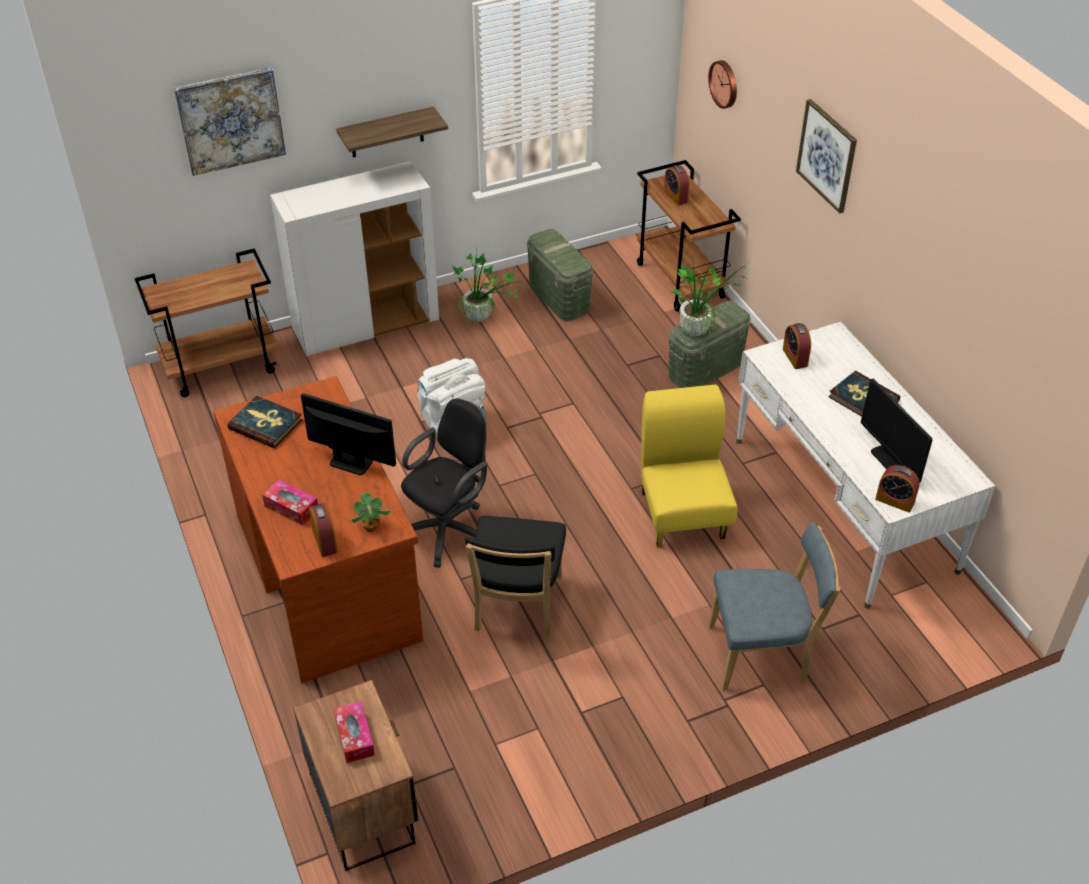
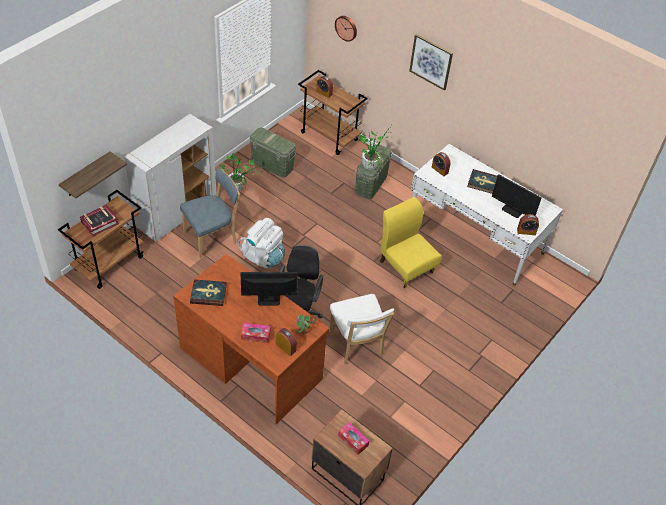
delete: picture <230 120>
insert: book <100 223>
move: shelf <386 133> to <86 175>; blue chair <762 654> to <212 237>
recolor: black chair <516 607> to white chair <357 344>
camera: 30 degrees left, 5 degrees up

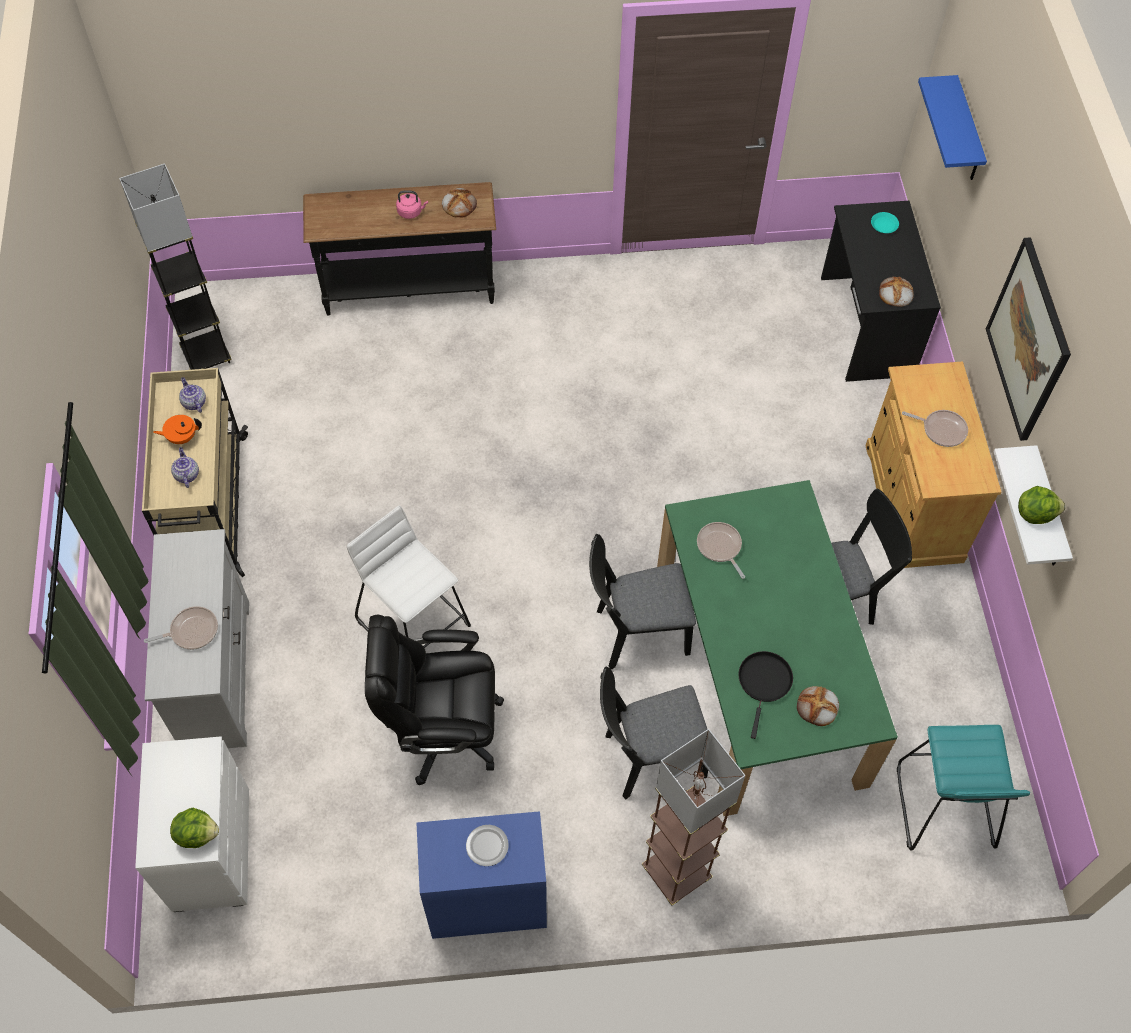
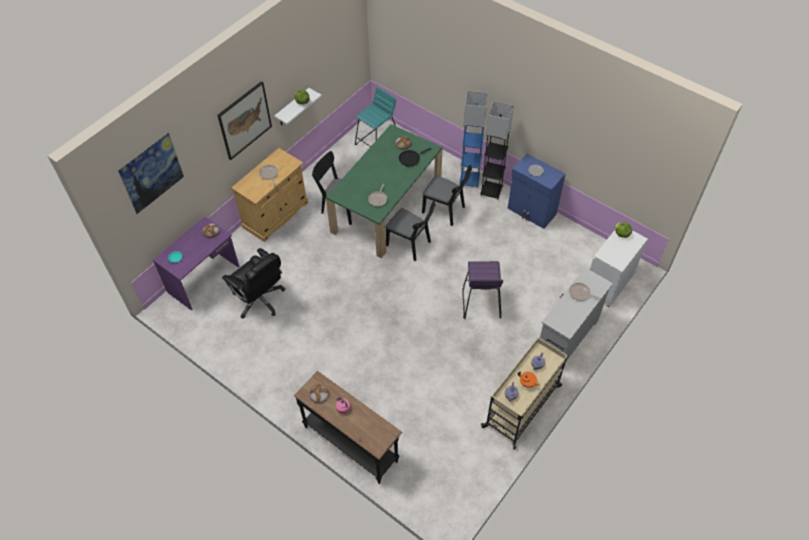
move: grey floor lamp <206 355> to <491 191>; black office chair <442 729> to <260 299>
replace: blue shelf <967 132> to picture <156 184>
recolor: white stool <414 622> to purple stool <480 303>; brown floor lamp <676 873> to blue floor lamp <469 181>; black desk <865 326> to purple desk <204 279>
camera: 135 degrees left, 5 degrees down

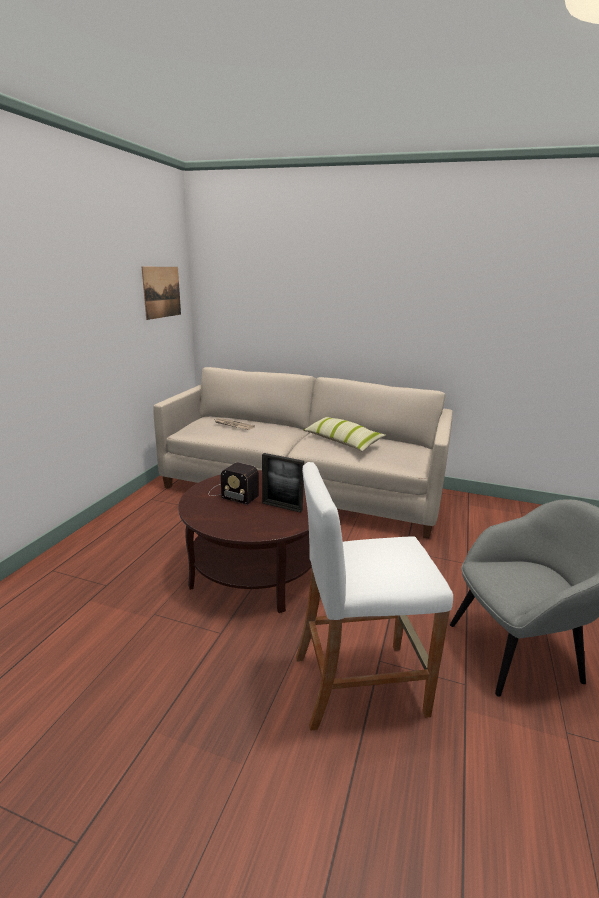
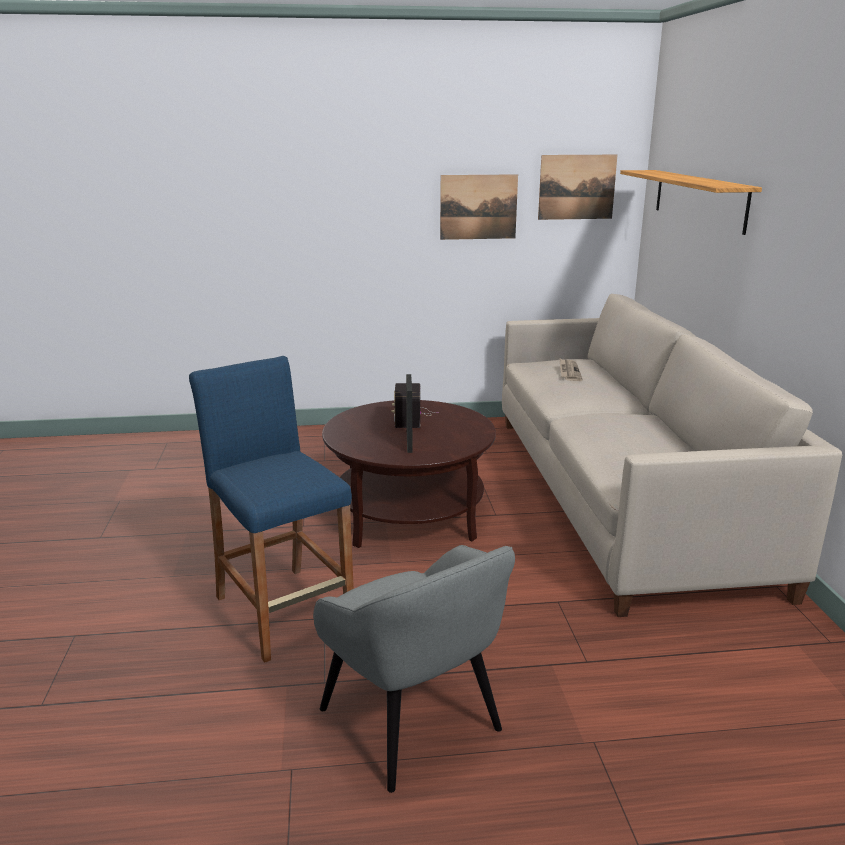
delete: pillow <342 441>
insert: picture <478 207>; shelf <699 199>
recolor: white stool <359 684> to blue stool <284 611>
camera: 65 degrees right, 0 degrees up

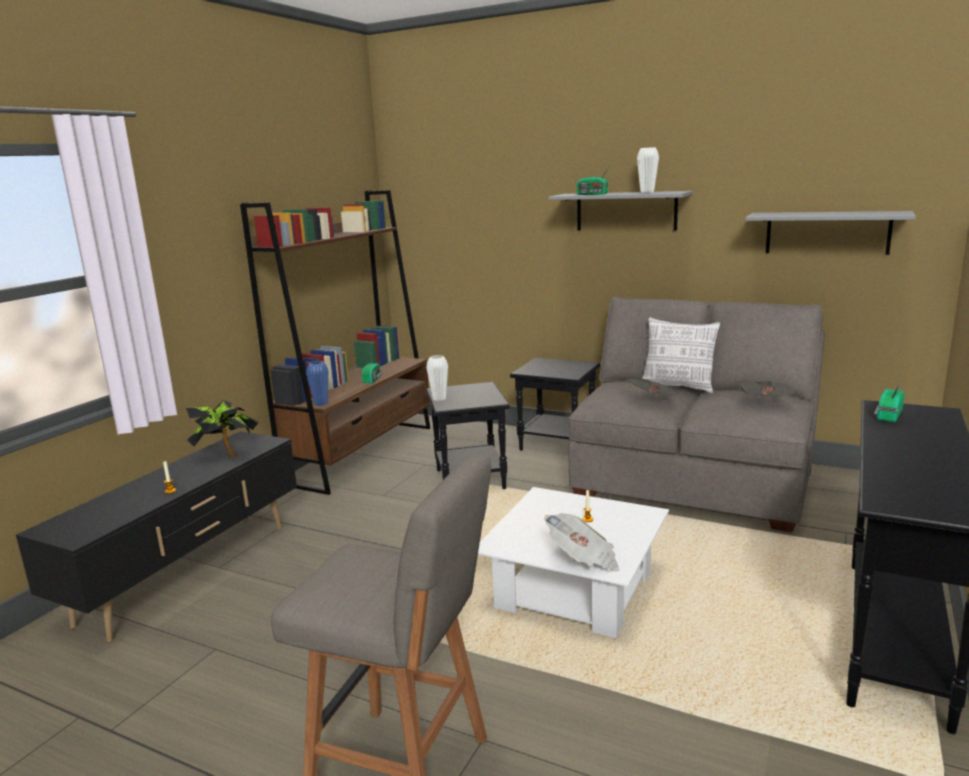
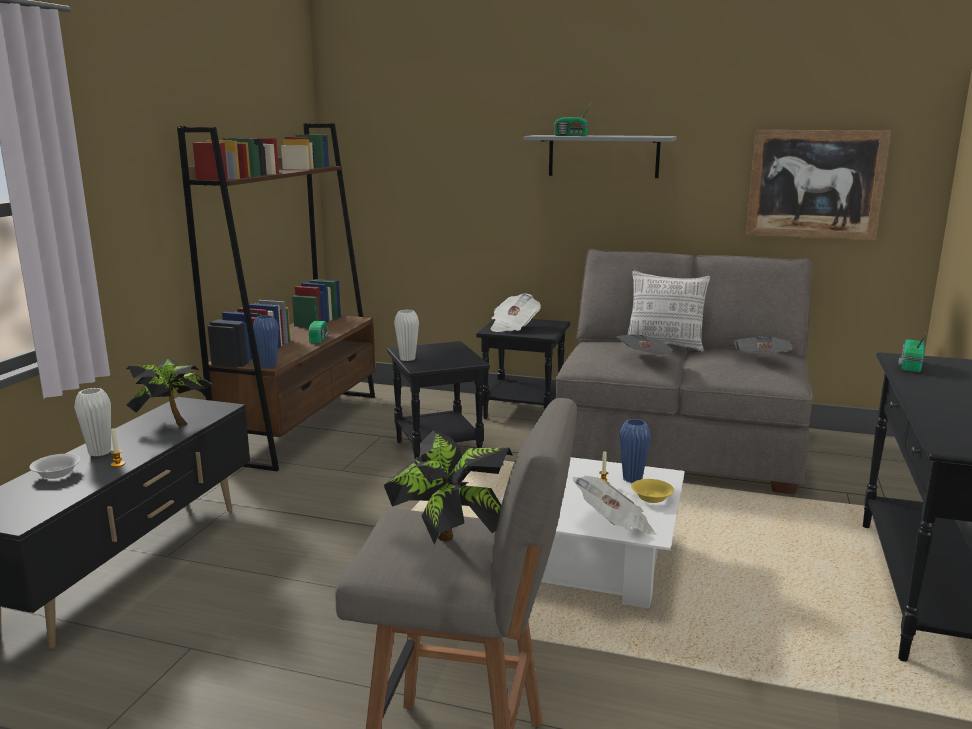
insert: white bowl <56 474>; potted plant <450 546>; newspaper <513 327>; blue vase <632 479>; yellow bowl <651 498>
move: white vase <647 192> to <99 452>
replace: grey shelf <827 232> to picture <815 184>
camera: 10 degrees left, 0 degrees up

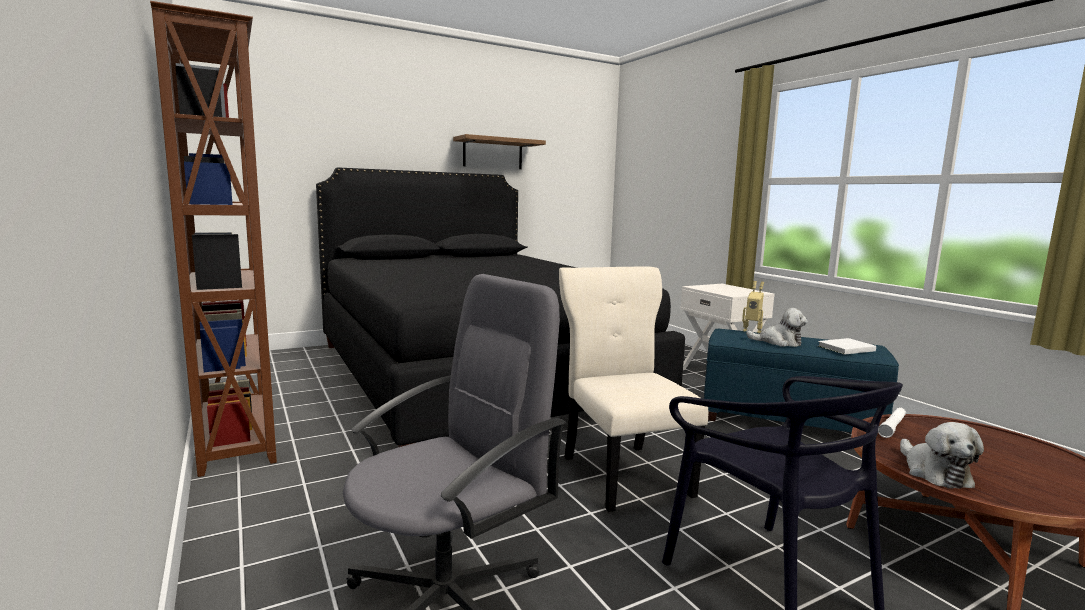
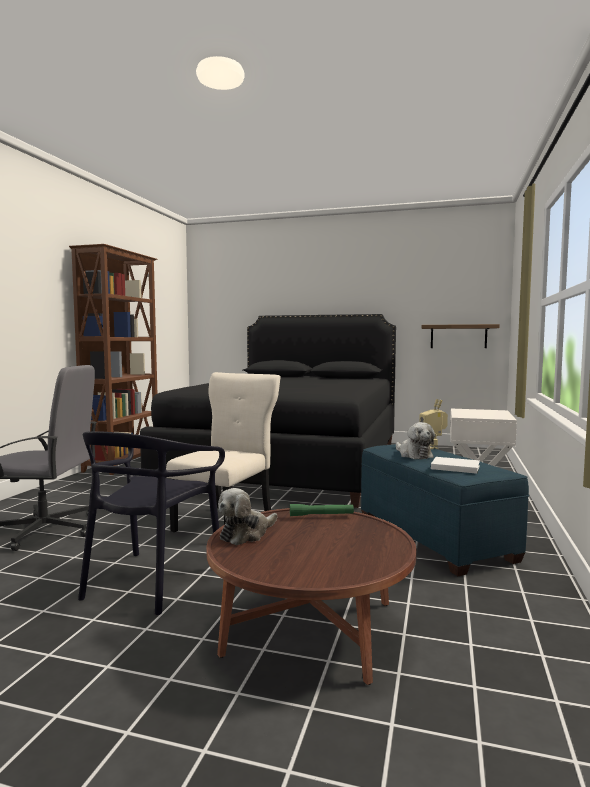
move: shelf <492 153> to <458 336>
recolor: white flashlight <892 427> to green flashlight <321 515>
camera: 45 degrees right, 5 degrees down

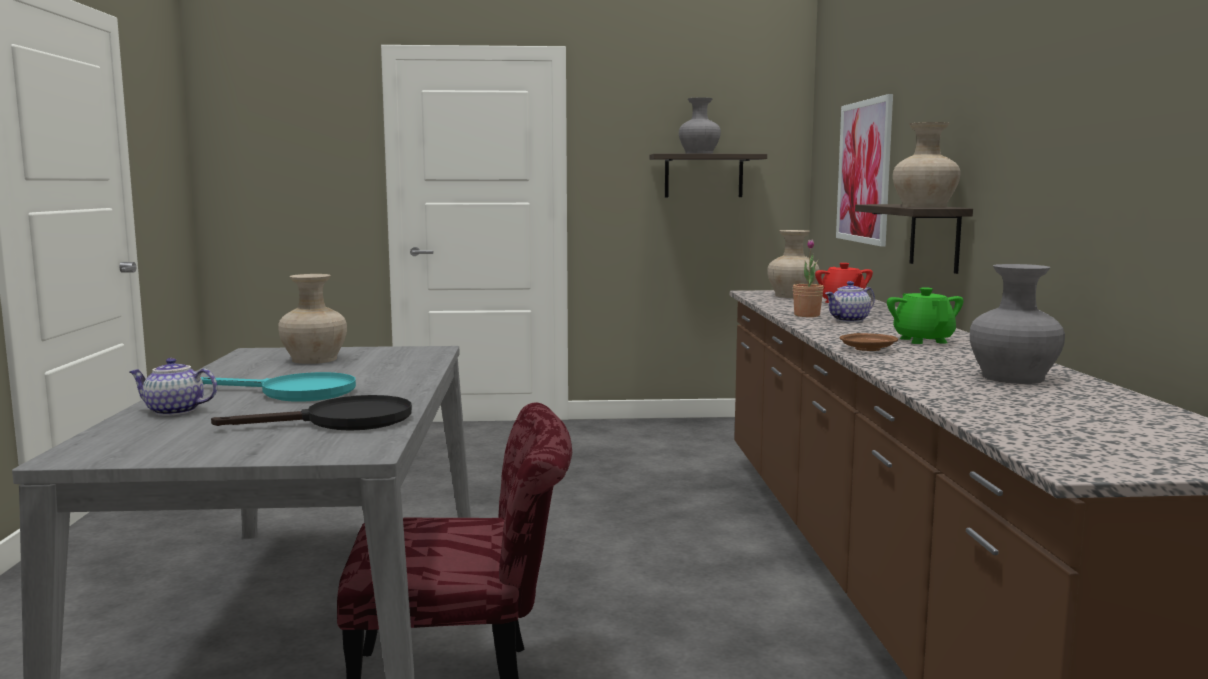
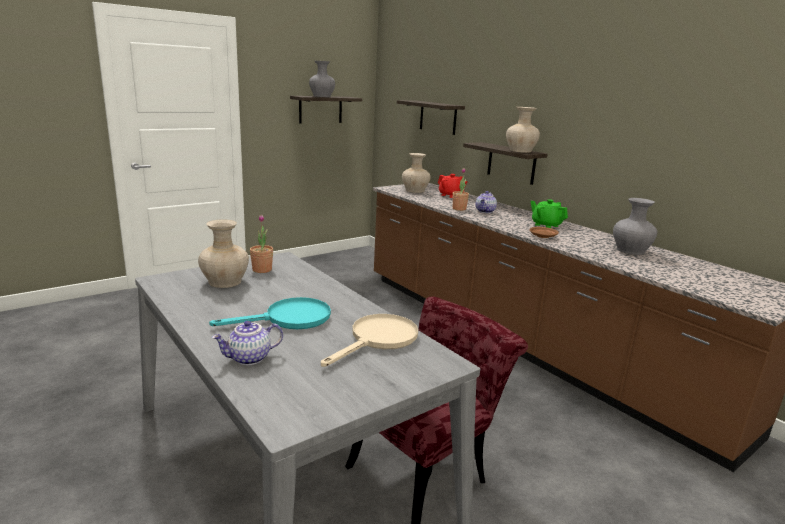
insert: potted plant <262 270>
replace: picture <864 172> to shelf <438 117>
recolor: black frying pan <343 421> to beige frying pan <378 339>
camera: 35 degrees left, 10 degrees up

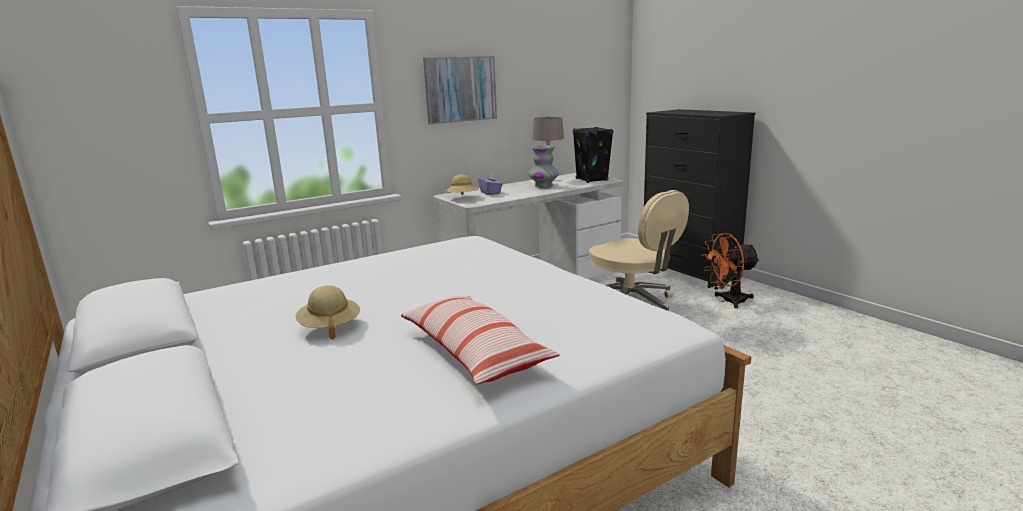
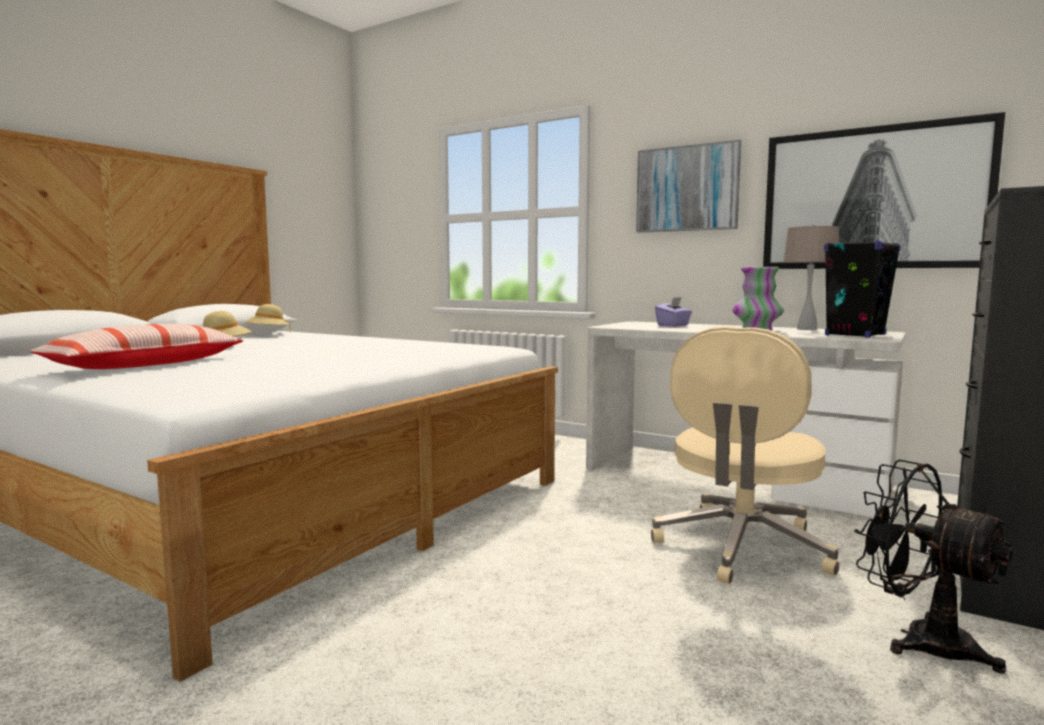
insert: picture <872 198>
move: beige hat <462 198> to <268 334>
recolor: orange fan <728 301> to black fan <920 639>
camera: 65 degrees right, 10 degrees down

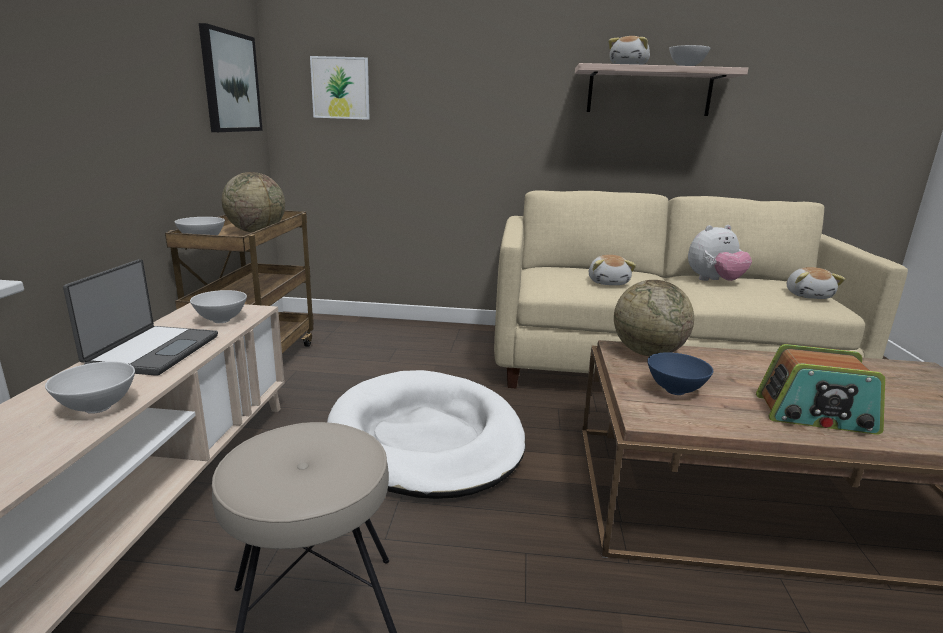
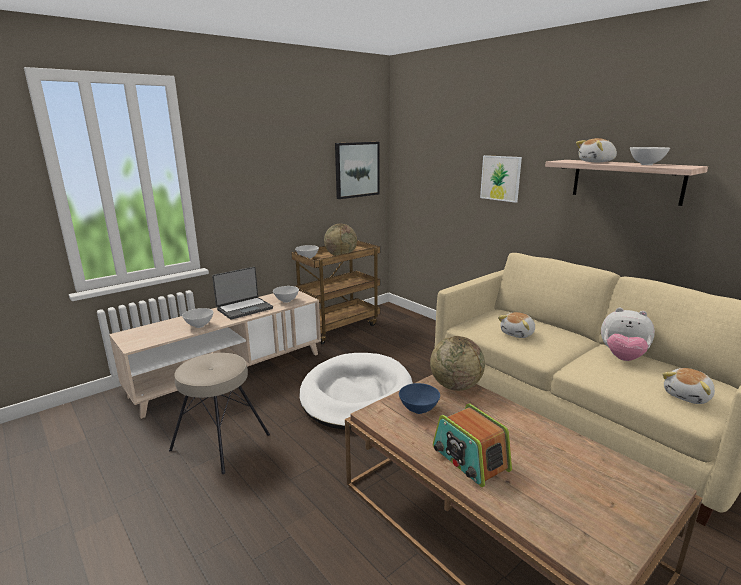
move: picture <340 88> to <500 178>
camera: 45 degrees right, 0 degrees up

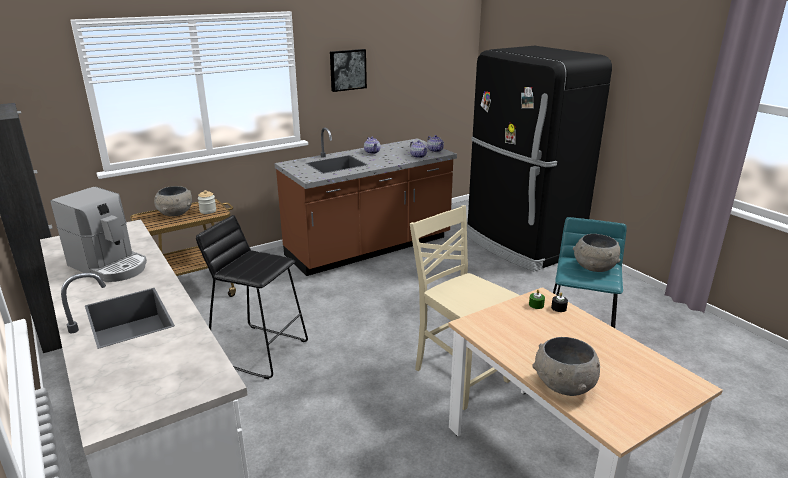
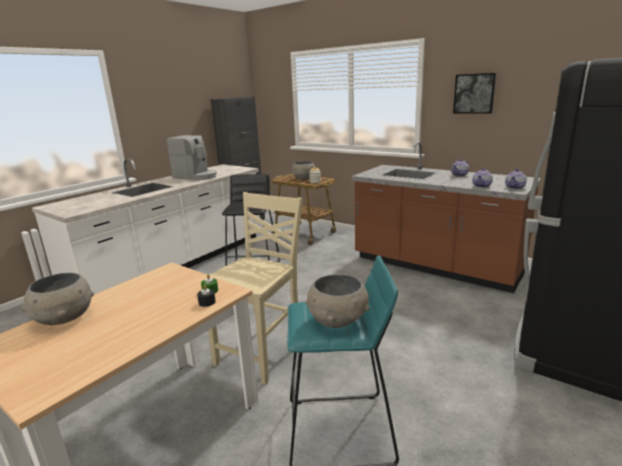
rotate: coffee machine <110 266> = <196 176> 75 degrees counterclockwise
camera: 70 degrees right, 5 degrees down

